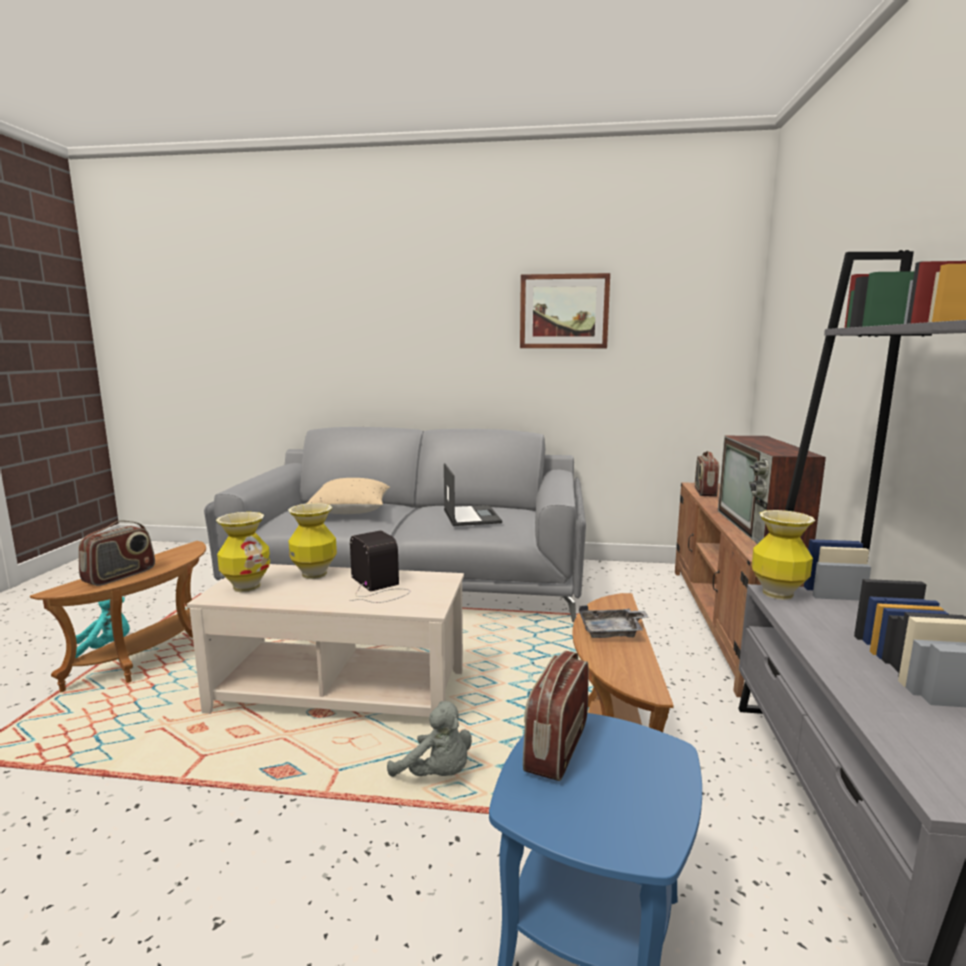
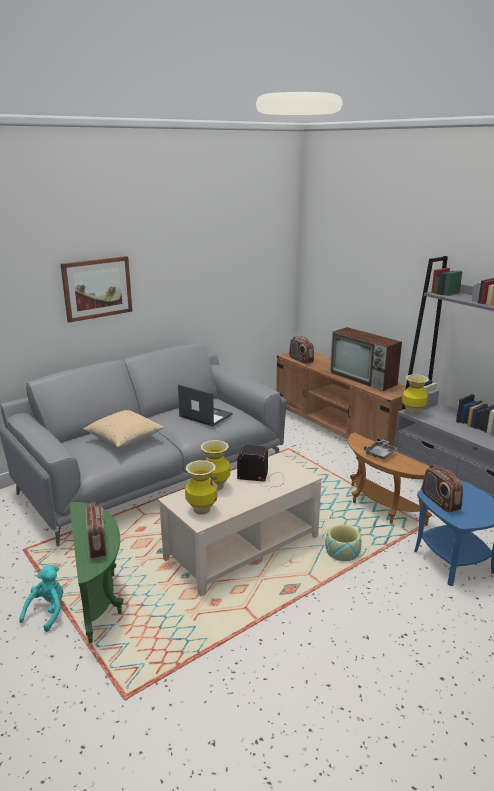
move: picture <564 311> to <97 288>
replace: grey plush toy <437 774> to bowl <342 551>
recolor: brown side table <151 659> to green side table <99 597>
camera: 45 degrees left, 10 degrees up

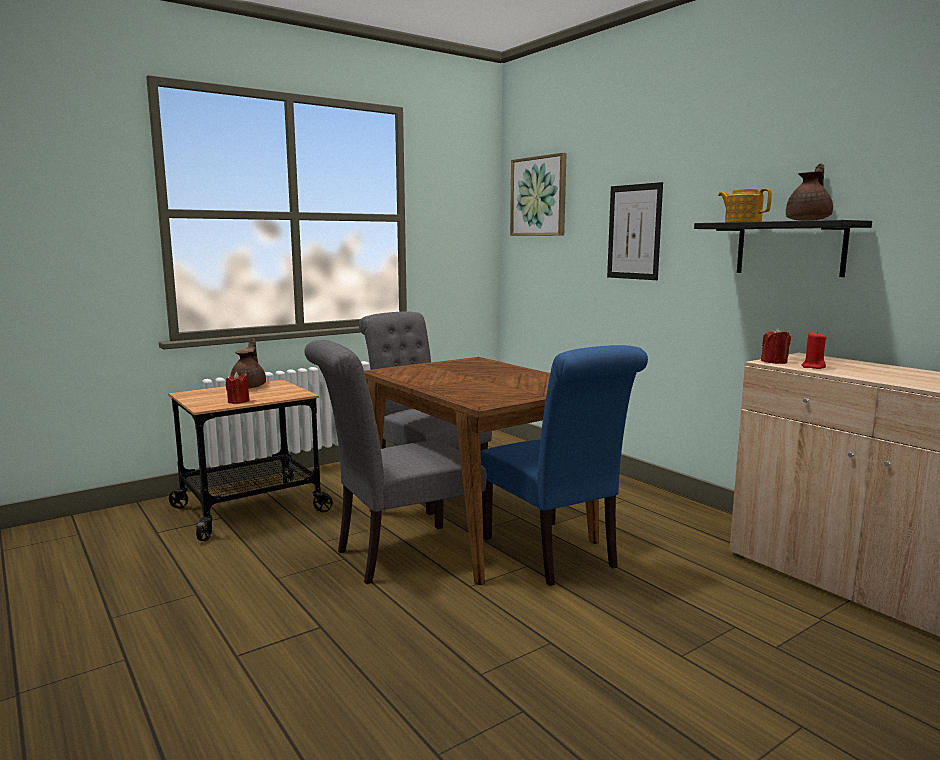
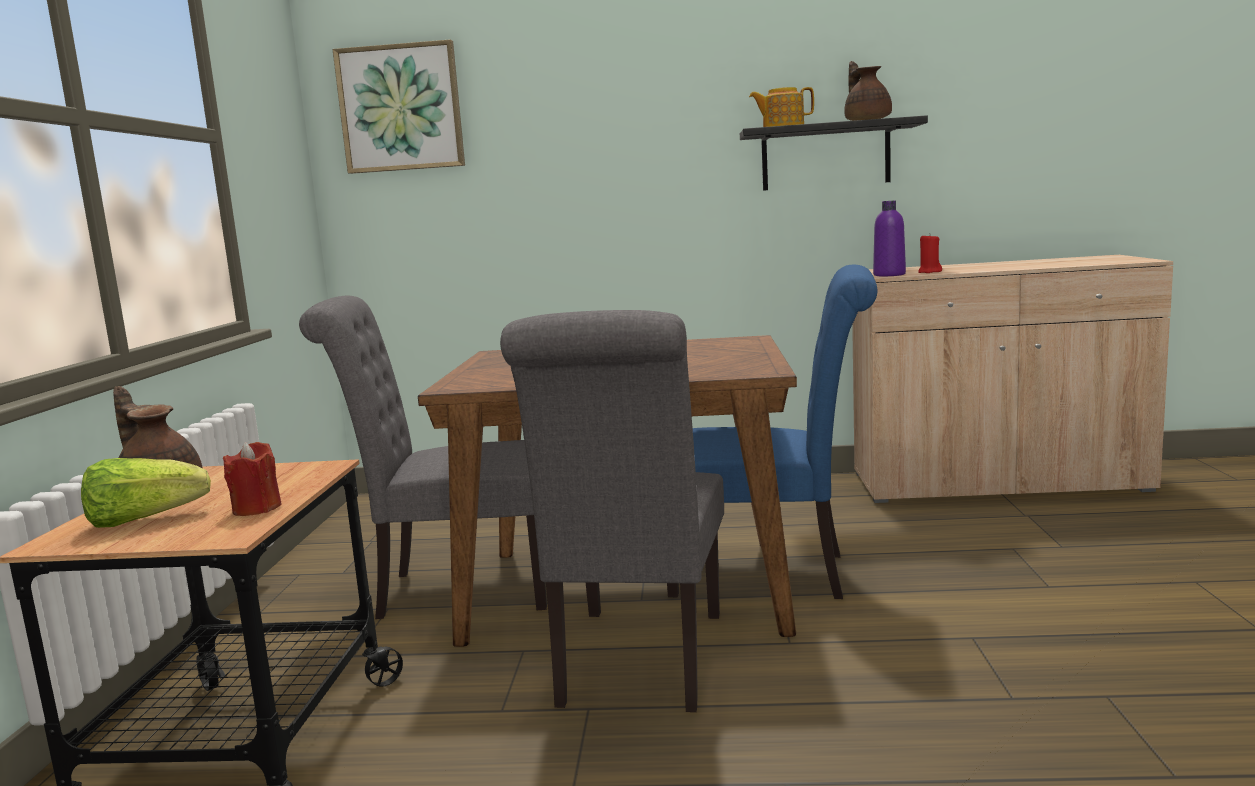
delete: picture <634 232>
insert: lettuce <144 520>
replace: red candle <774 362> to purple bottle <889 275>
camera: 50 degrees left, 0 degrees up

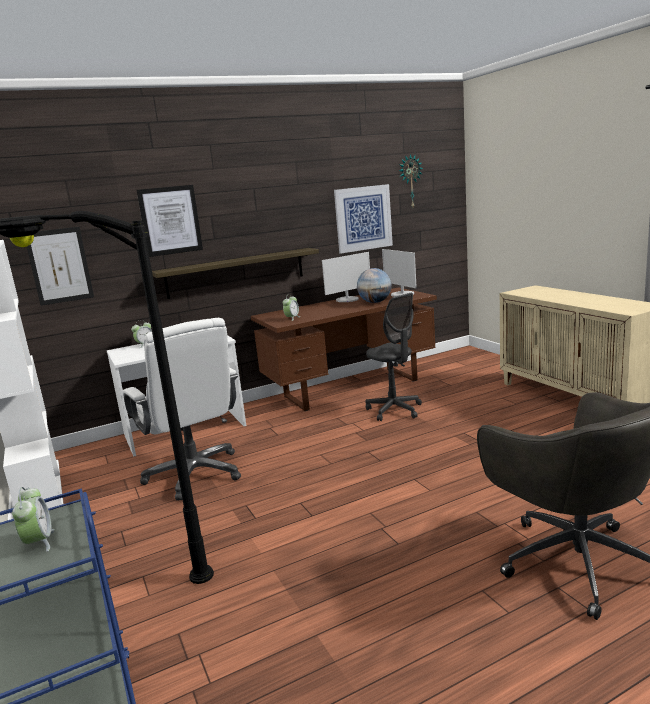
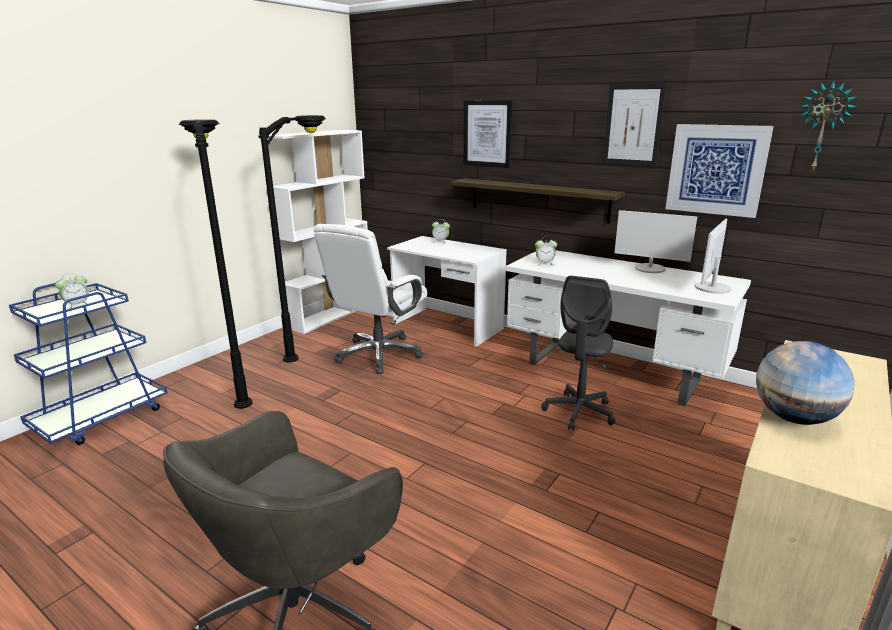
insert: black floor lamp <319 341>
move: picture <60 266> to <633 125>; globe <375 302> to <794 418>
recolor: brown desk <351 388> to white desk <612 371>
camera: 60 degrees right, 5 degrees up

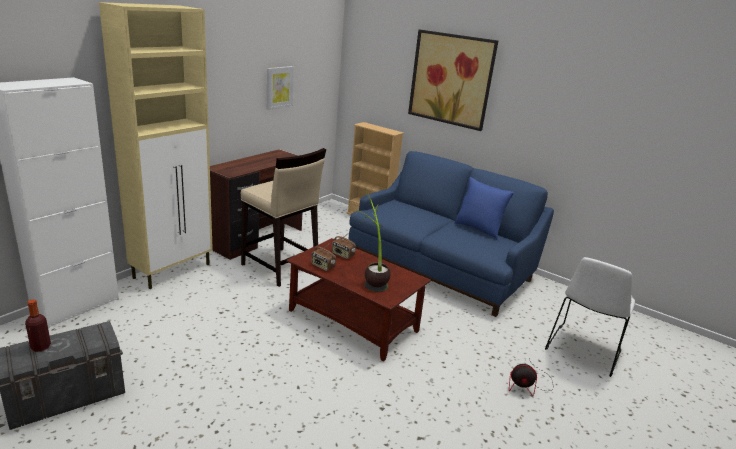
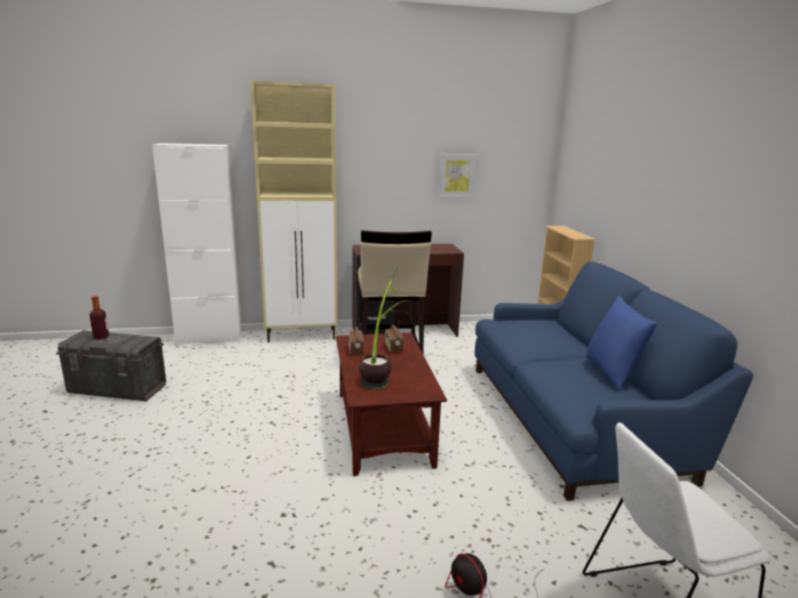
delete: picture <451 79>
camera: 45 degrees right, 5 degrees down

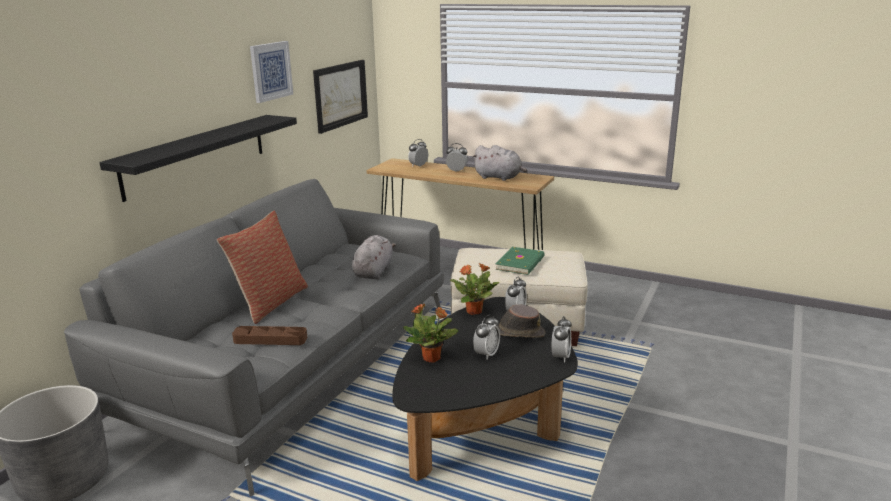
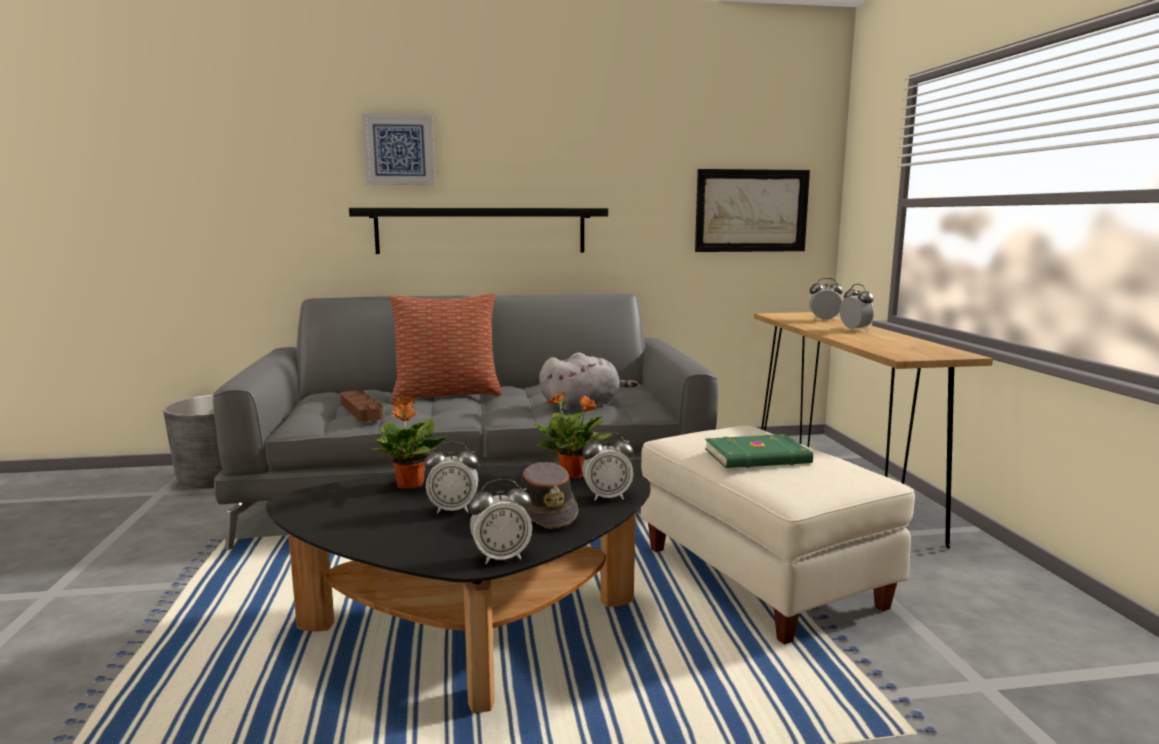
delete: grey plush toy <499 177>
move: picture <270 71> to <399 150>
camera: 55 degrees right, 10 degrees down

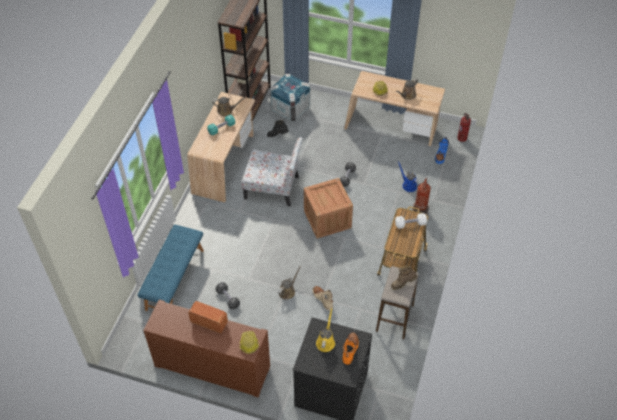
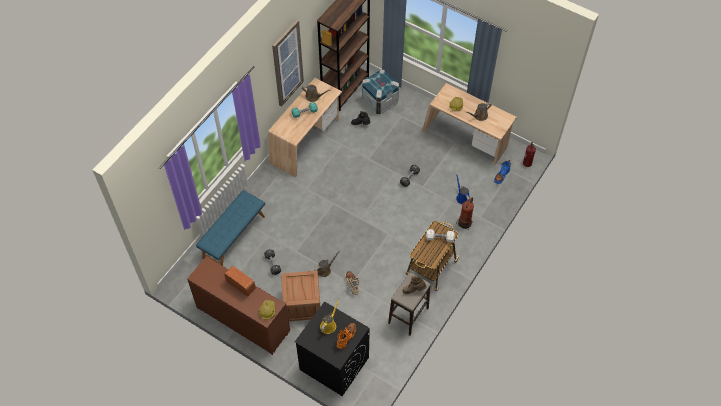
delete: chair <273 188>
insert: picture <287 63>
move: crate <327 219> to <302 304>
camera: 15 degrees right, 5 degrees up

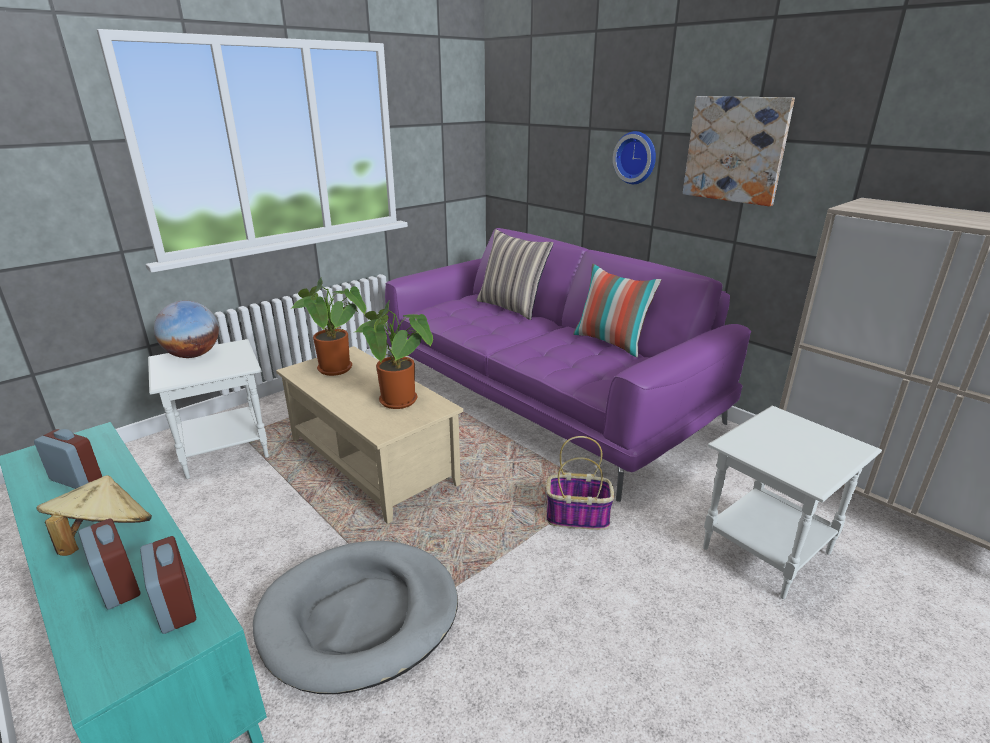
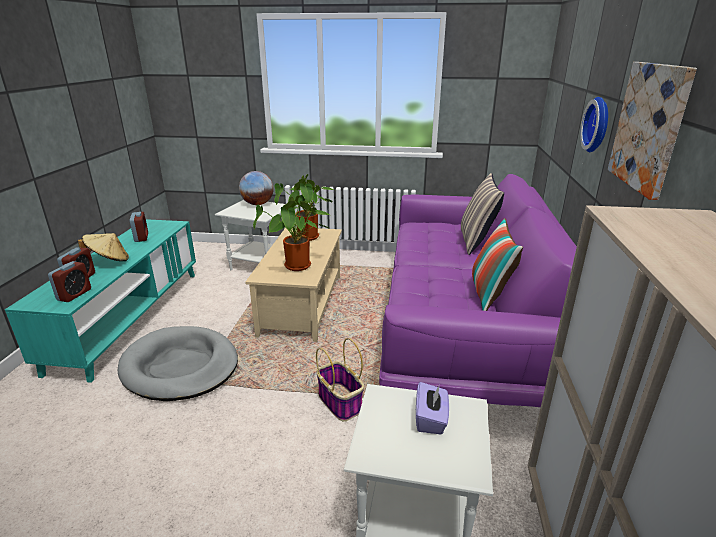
insert: purple tissue box <431 419>
camera: 50 degrees right, 0 degrees up

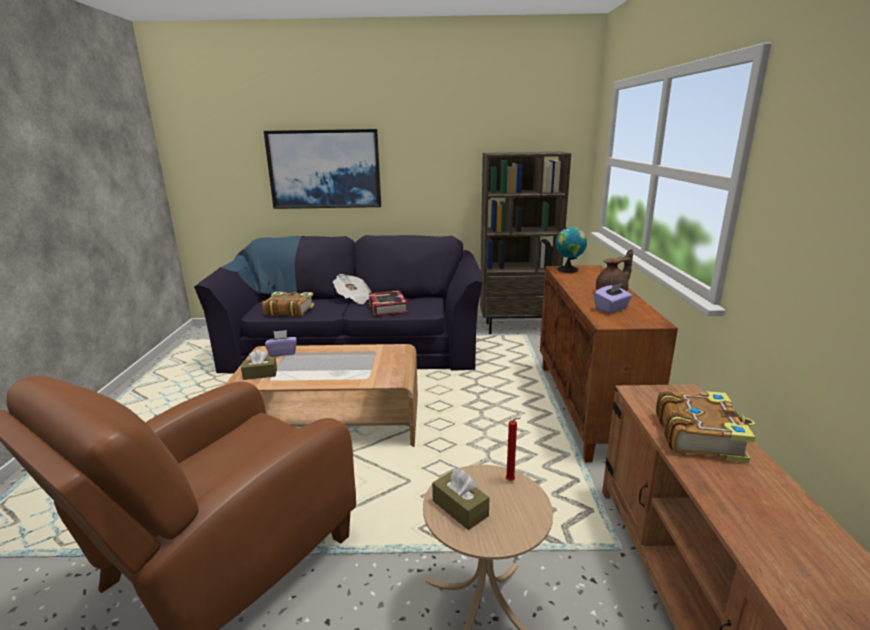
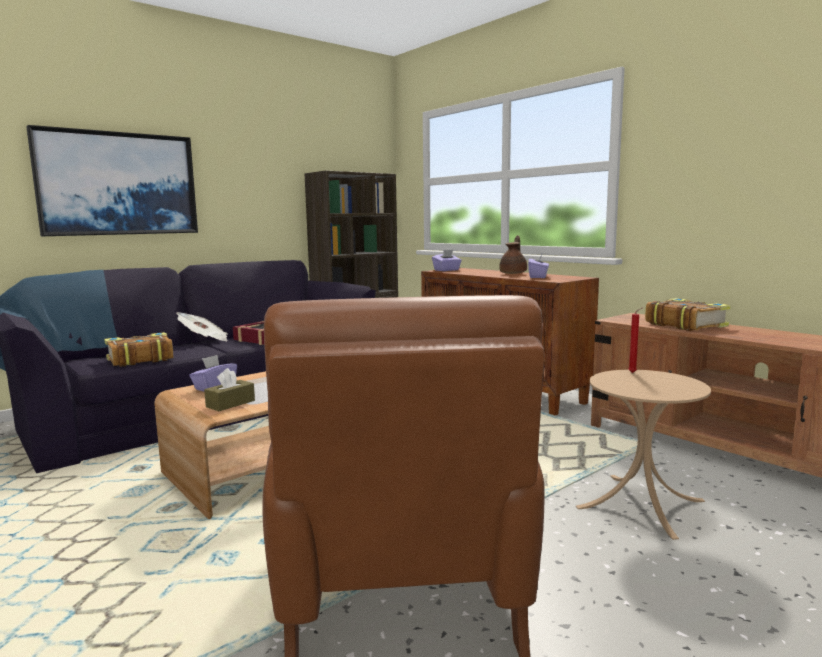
delete: brown tissue box <460 508>
replace: globe <569 270> to purple tissue box <447 270>
camera: 40 degrees left, 10 degrees down

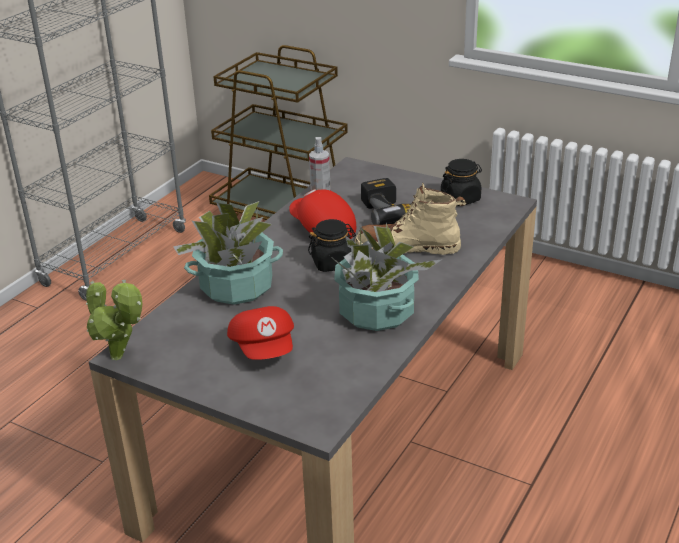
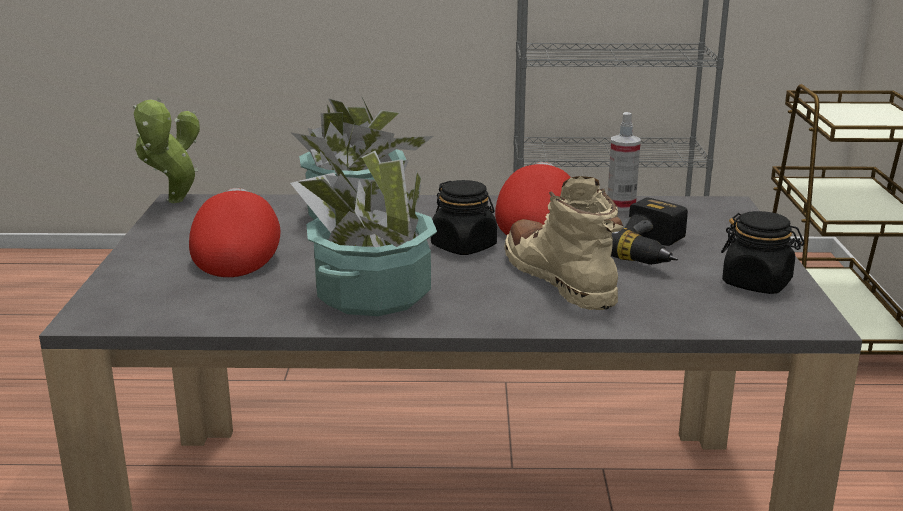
rotate: red cap <264 348> = <237 256> 135 degrees clockwise
camera: 60 degrees right, 10 degrees down

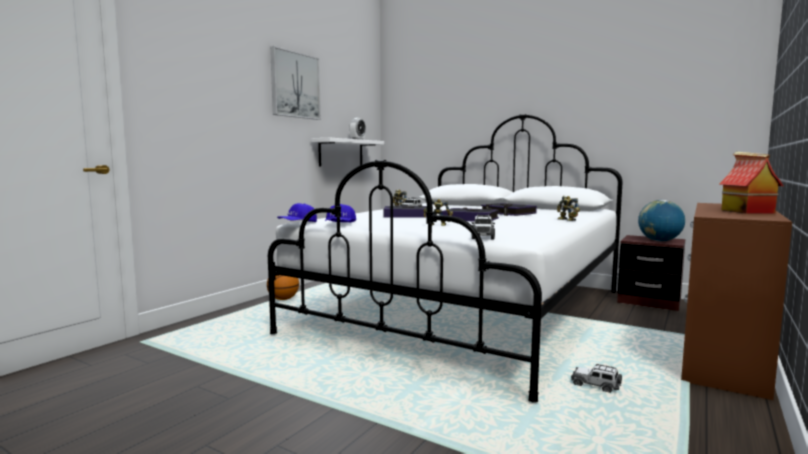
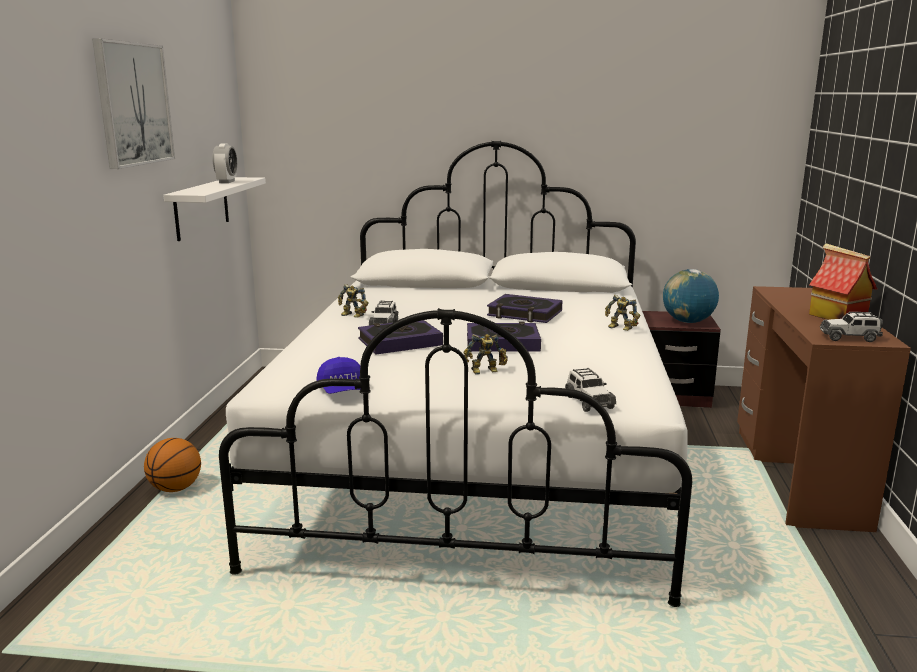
delete: blue cap <297 223>
move: toy car <595 386> to <849 337>
camera: 25 degrees left, 10 degrees up

